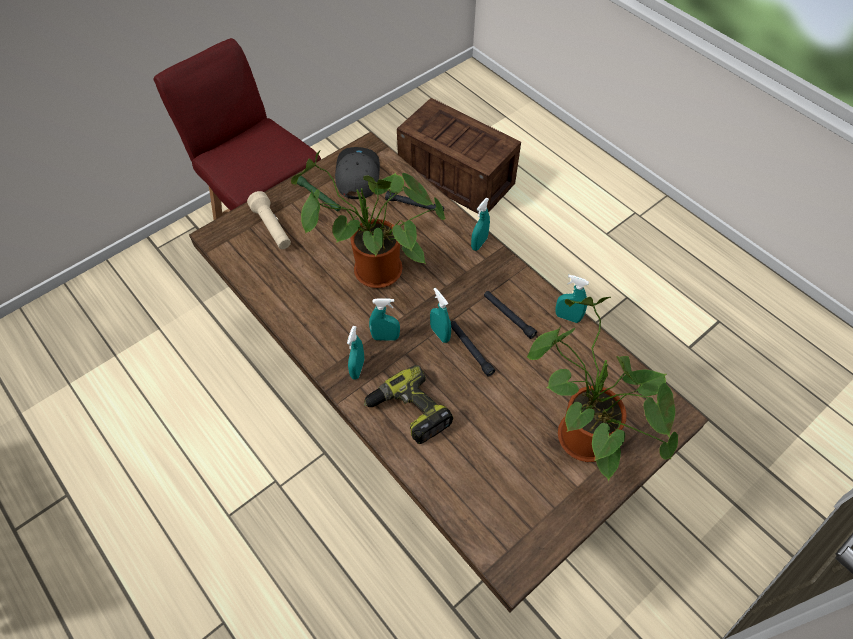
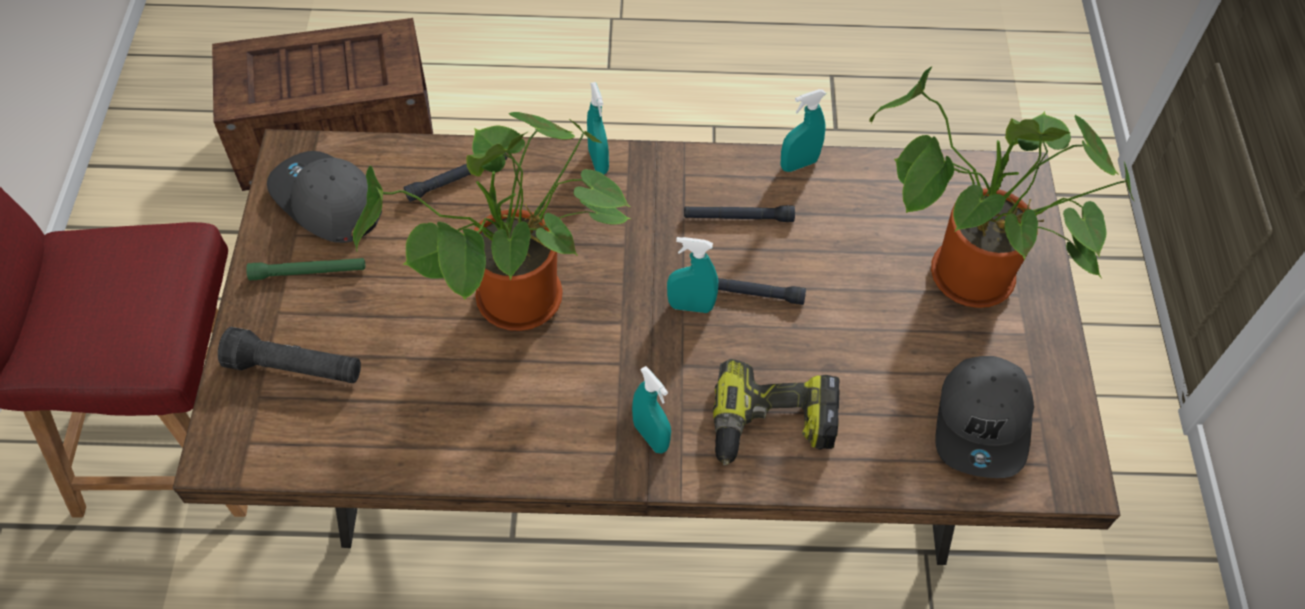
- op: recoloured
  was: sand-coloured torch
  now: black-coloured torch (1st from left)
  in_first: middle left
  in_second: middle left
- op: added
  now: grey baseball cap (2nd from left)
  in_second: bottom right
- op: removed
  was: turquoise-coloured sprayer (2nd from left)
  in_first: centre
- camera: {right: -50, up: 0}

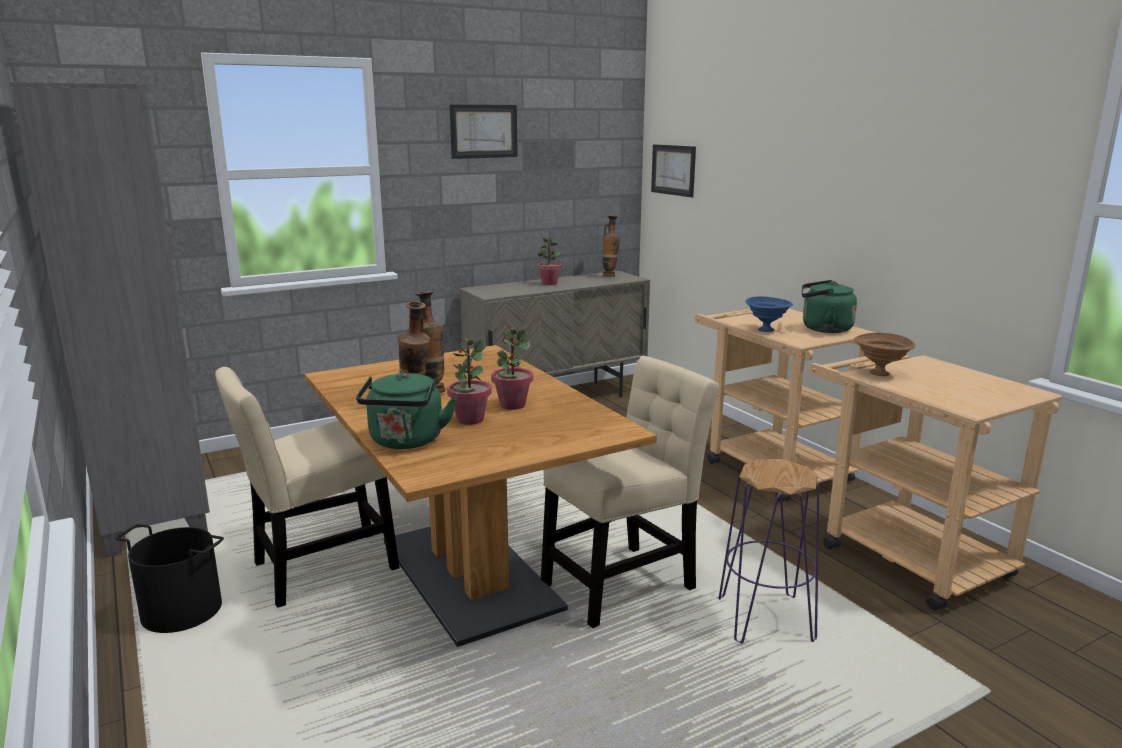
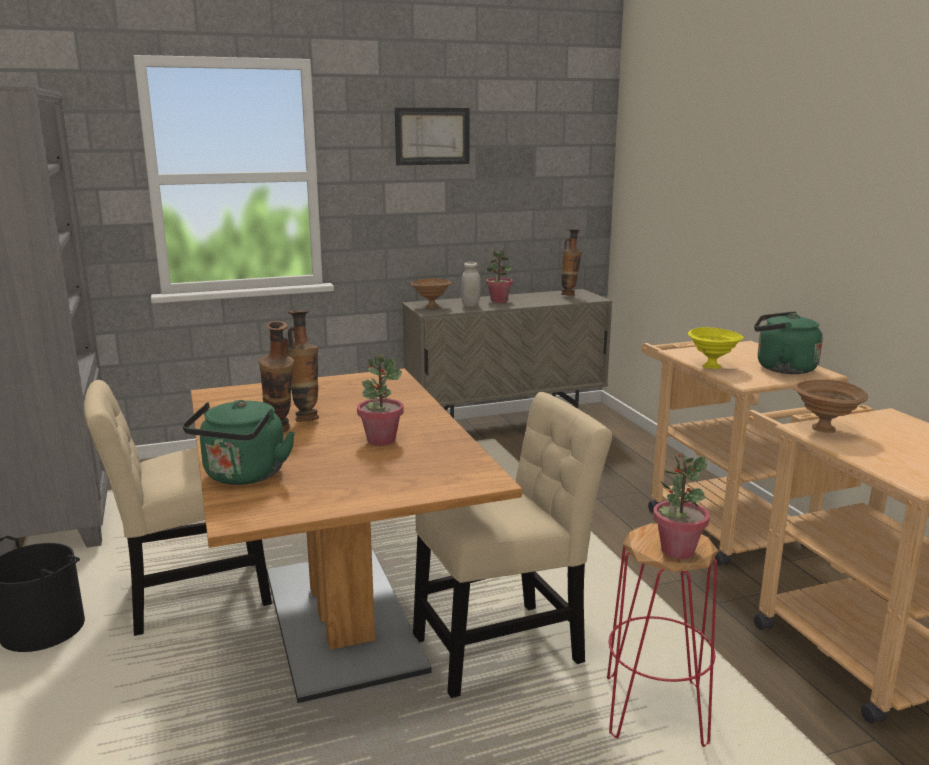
- op: added
  now: brown serving bowl (1st from left)
  in_second: centre
- op: added
  now: white jar
  in_second: centre
- op: recoloured
  was: purple stool seat
  now: red-coloured stool seat
  in_first: bottom right
  in_second: bottom right
- op: moved
  was: plant in a pot (1st from left in the first image)
  now: plant in a pot (3rd from left)
  in_first: centre
  in_second: middle right
- op: recoloured
  was: blue serving bowl
  now: yellowish serving bowl
  in_first: middle right
  in_second: middle right
- op: removed
  was: wall art (2nd from left)
  in_first: top centre
- camera: {right: 10, up: 0}

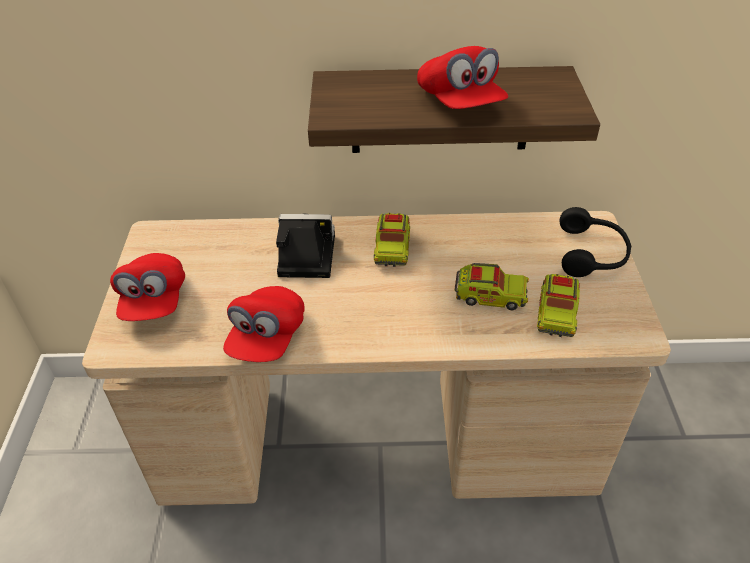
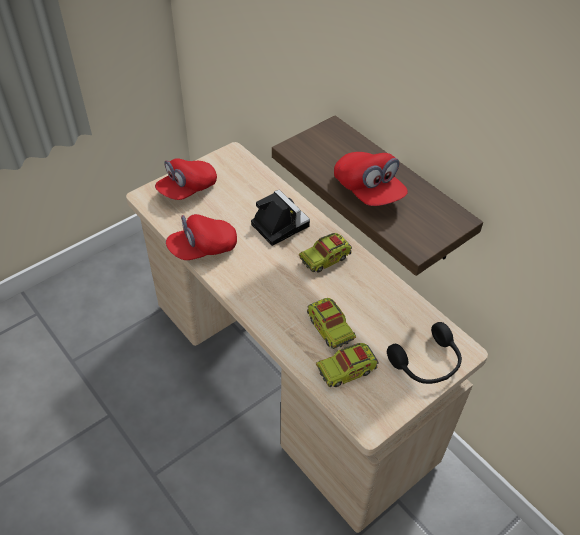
- op: turned
  was: red-coloured baseball cap (3rd from left)
  in_first: top centre
  in_second: centre
  clockwise: -60
- camera: {right: 50, up: 5}

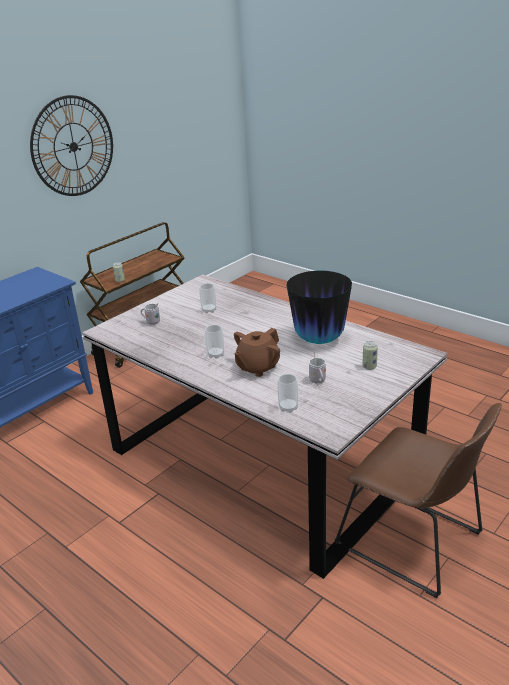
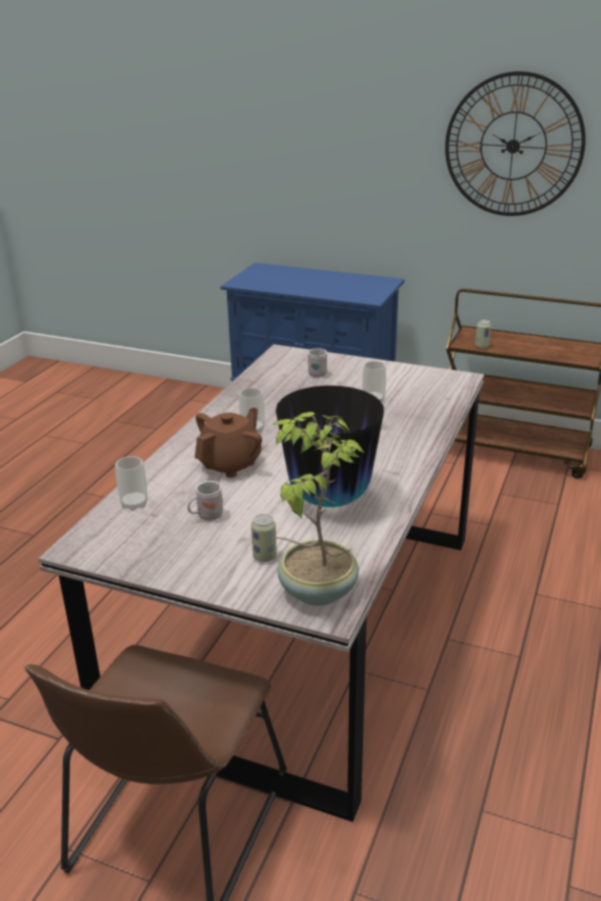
- op: turned
  was: brown pot for tea
  in_first: centre
  in_second: centre
  clockwise: 105
- op: added
  now: plant in a pot
  in_second: centre
- camera: {right: 70, up: 0}

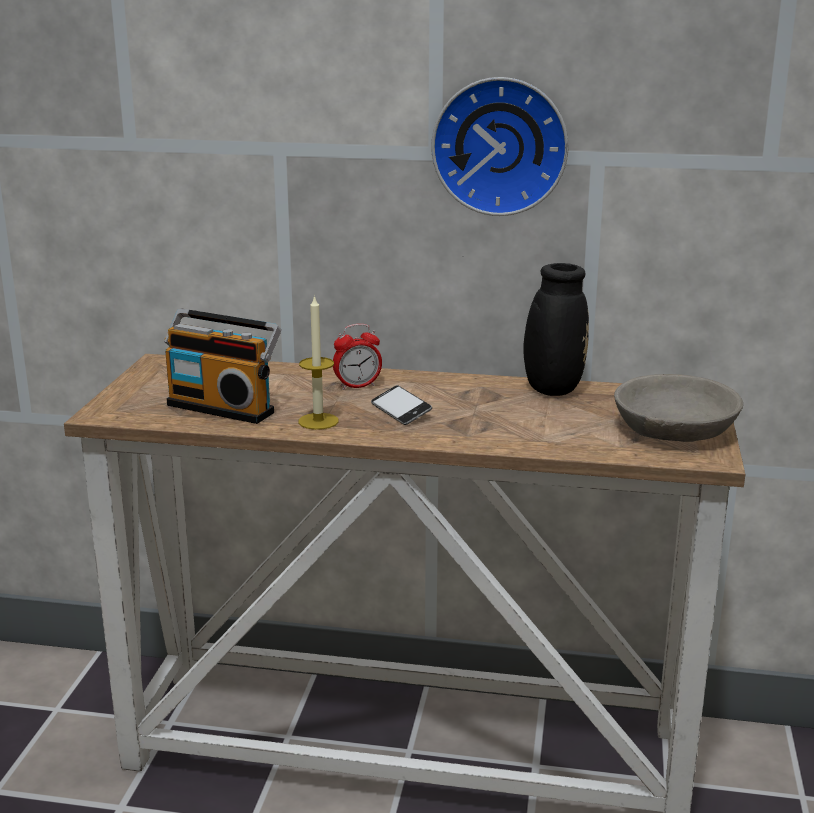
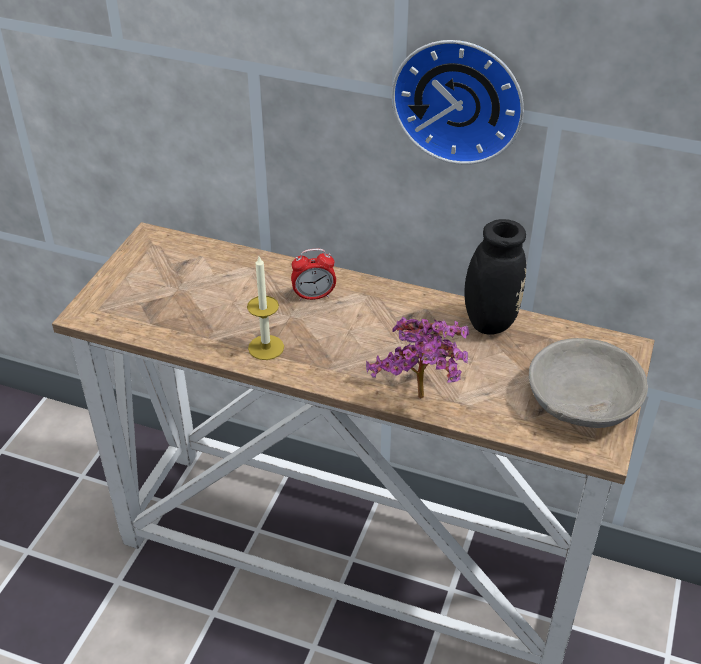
- op: added
  now: plant in a pot
  in_second: centre
- op: removed
  was: radio receiver
  in_first: middle left
- op: removed
  was: telephone
  in_first: centre
- camera: {right: 10, up: 20}

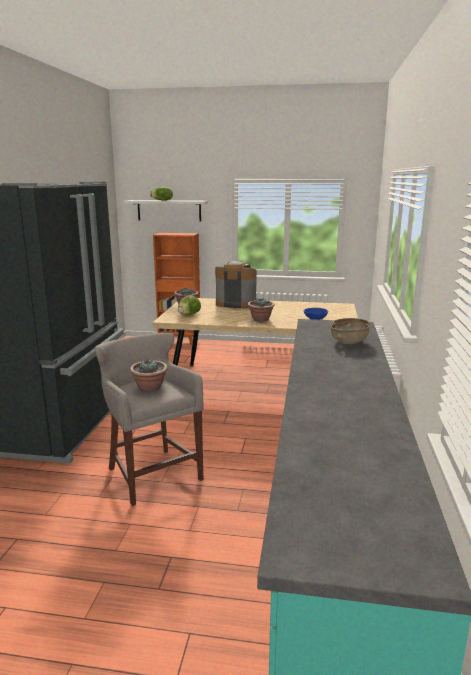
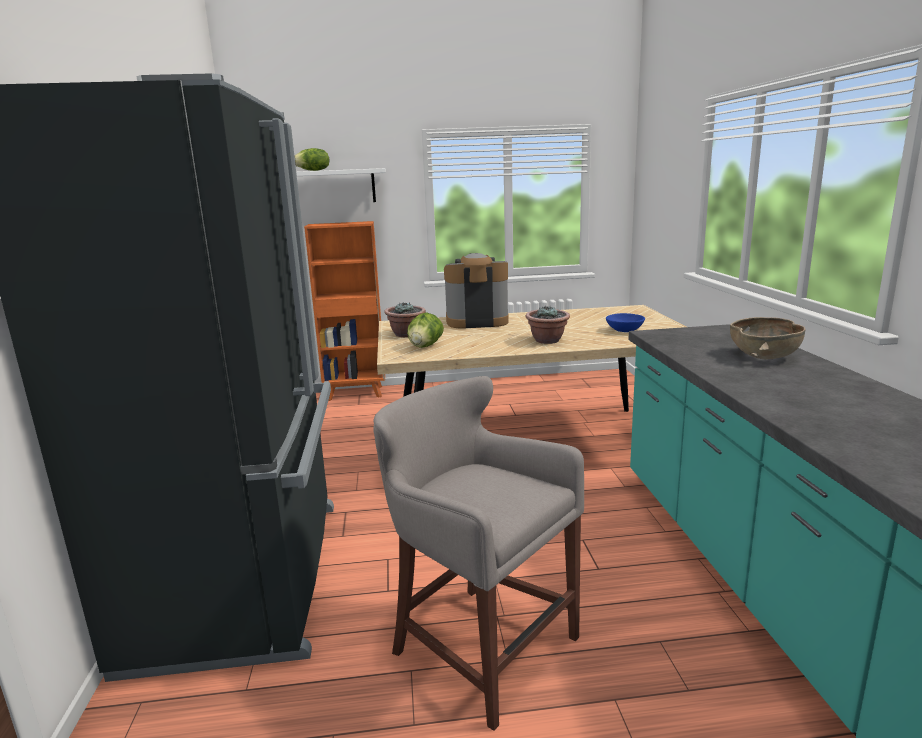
- op: removed
  was: plant in a pot (1st from left)
  in_first: middle left
- camera: {right: -15, up: 0}

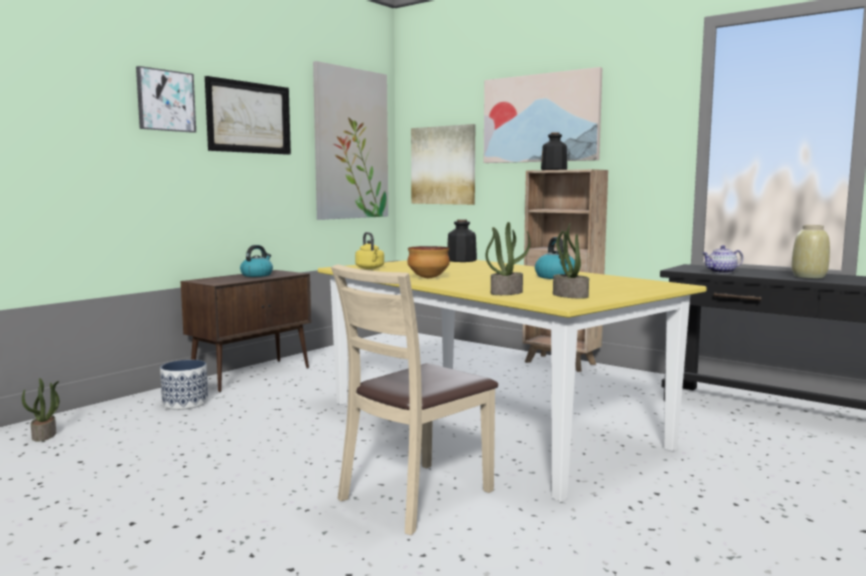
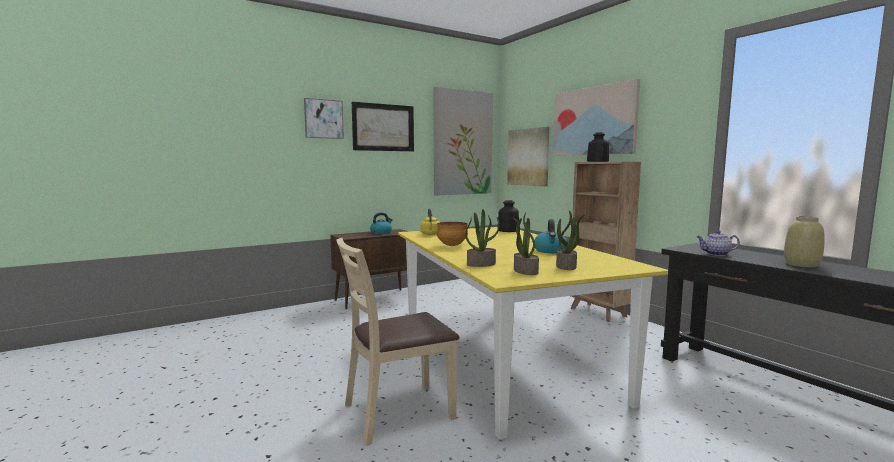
- op: moved
  was: plant in a pot (1st from left in the first image)
  now: plant in a pot (3rd from left)
  in_first: bottom left
  in_second: centre
- op: removed
  was: flower pot
  in_first: bottom left
- camera: {right: 20, up: 0}

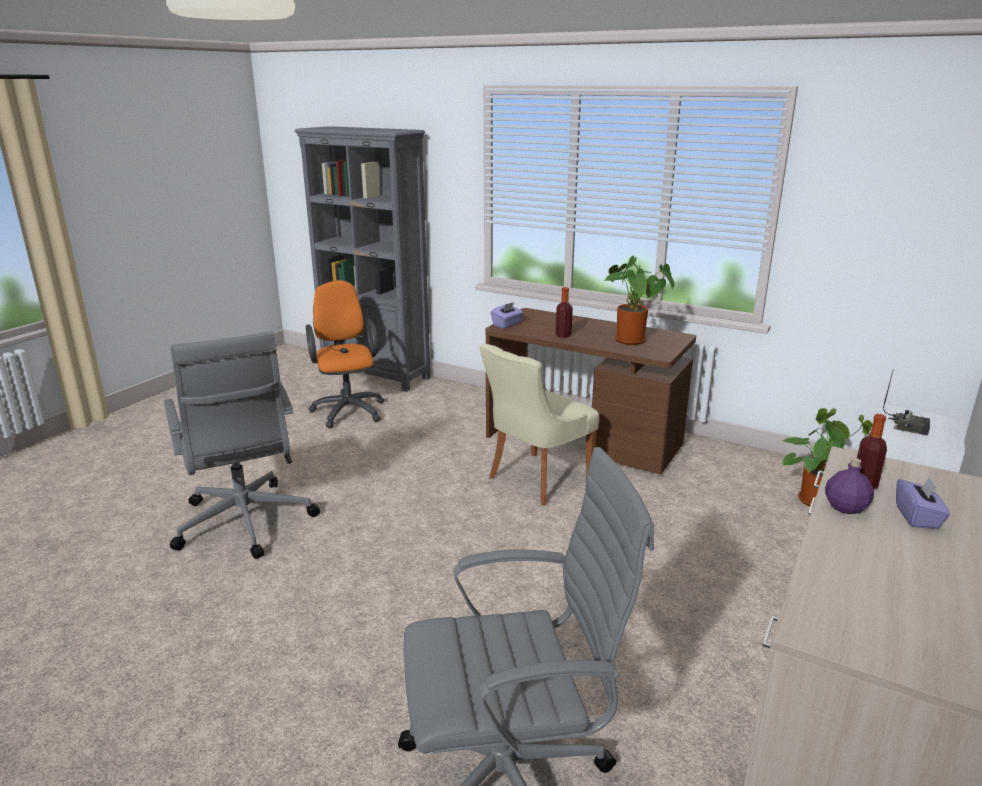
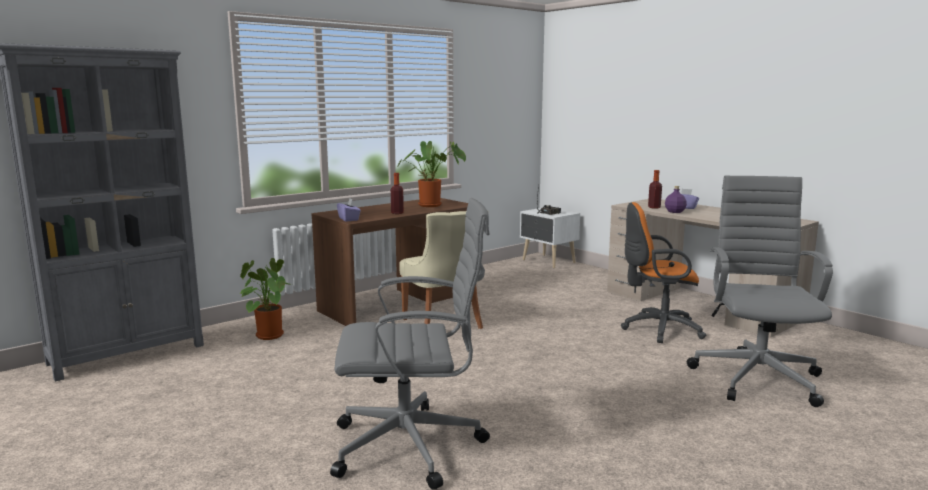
- op: moved
  was: plant in a pot (2nd from left in the first image)
  now: plant in a pot (1st from left)
  in_first: middle right
  in_second: middle left
- op: moved
  was: orange-coloured desk chair
  in_first: centre
  in_second: middle right
- camera: {right: -70, up: -10}

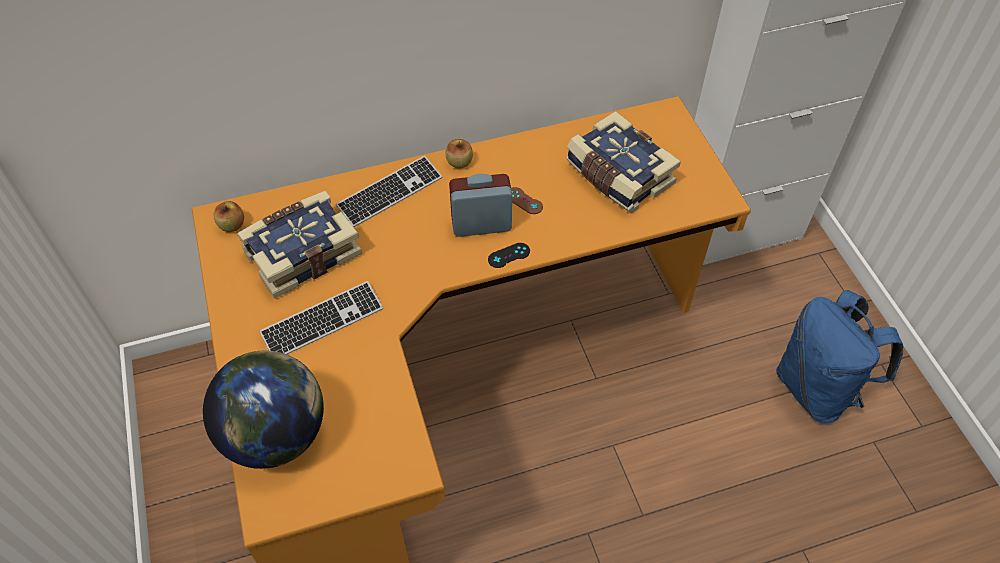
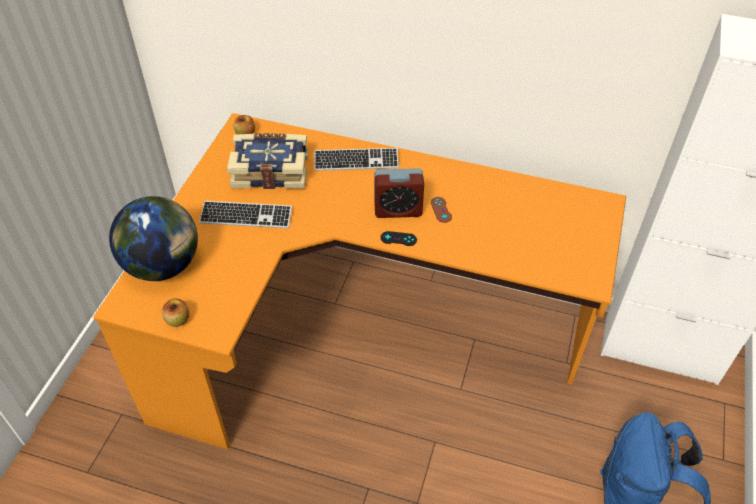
- op: moved
  was: whole apple (2nd from left in the first image)
  now: whole apple (1st from left)
  in_first: top centre
  in_second: middle left
- op: turned
  was: alarm clock
  in_first: centre
  in_second: centre
  clockwise: 150
- op: removed
  was: bound book (2nd from left)
  in_first: top centre
- camera: {right: 35, up: -5}

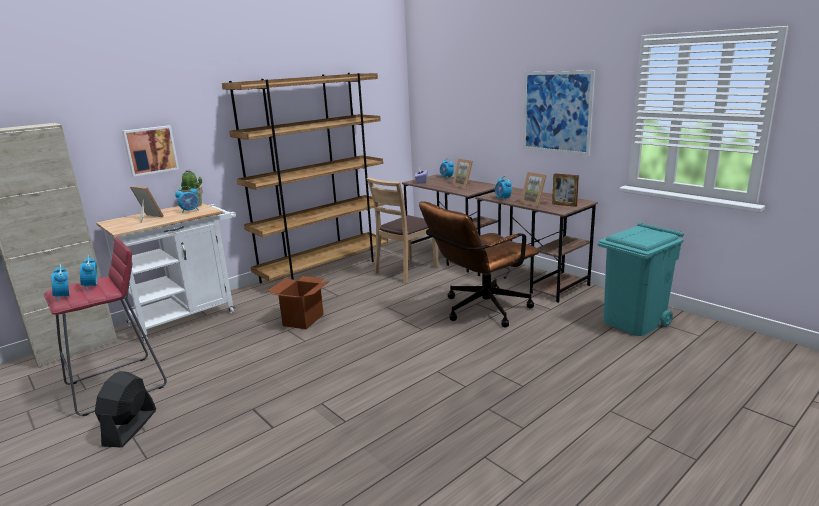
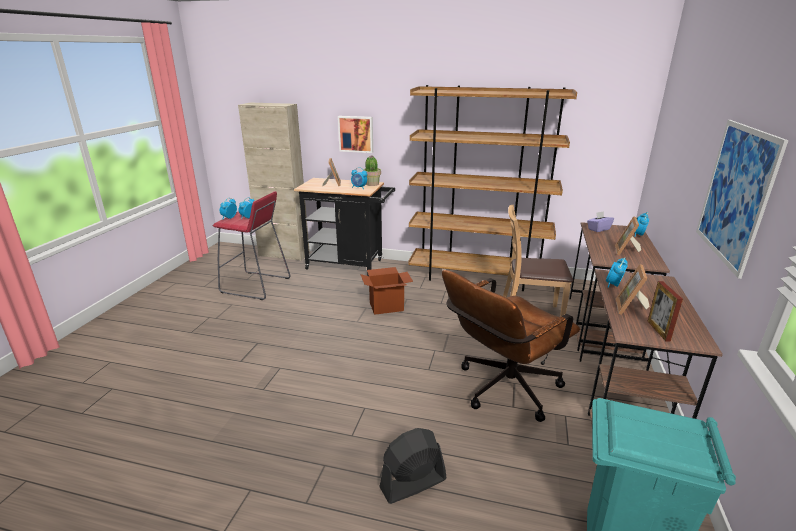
- op: recoloured
  was: white cart
  now: black-coloured cart
  in_first: middle left
  in_second: centre
- op: moved
  was: black-coloured cooling fan
  in_first: bottom left
  in_second: bottom centre
- op: turned
  was: brown desk chair
  in_first: centre
  in_second: centre
  clockwise: -60
- camera: {right: 55, up: 5}

